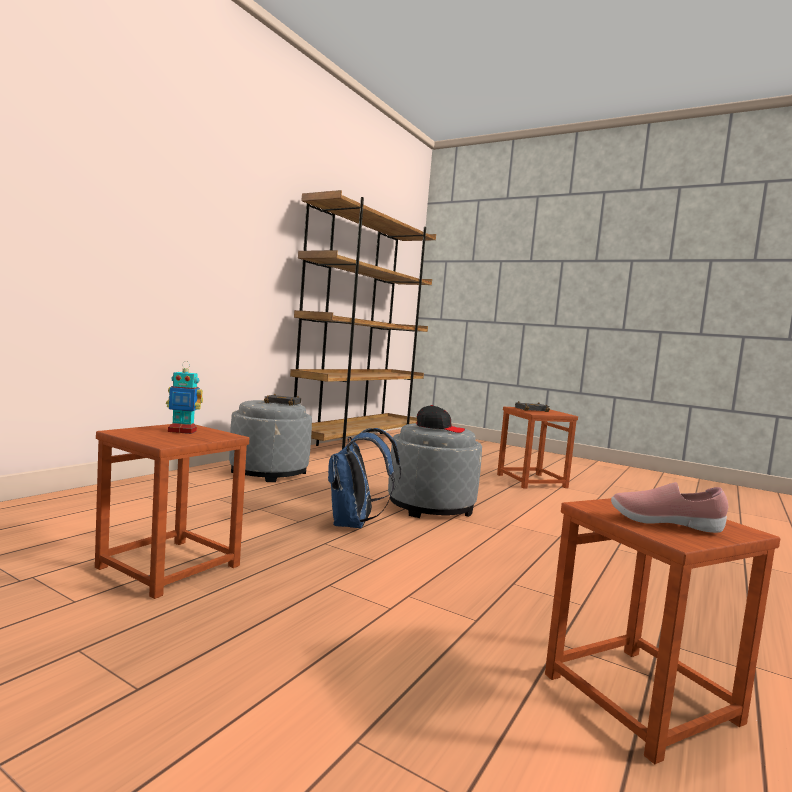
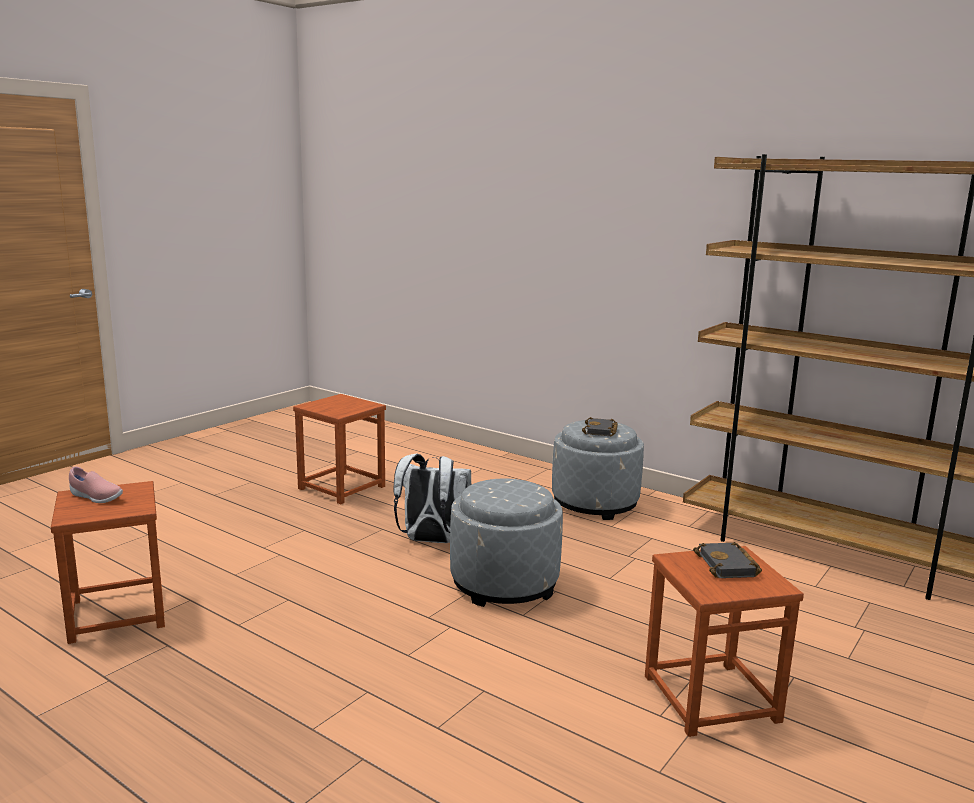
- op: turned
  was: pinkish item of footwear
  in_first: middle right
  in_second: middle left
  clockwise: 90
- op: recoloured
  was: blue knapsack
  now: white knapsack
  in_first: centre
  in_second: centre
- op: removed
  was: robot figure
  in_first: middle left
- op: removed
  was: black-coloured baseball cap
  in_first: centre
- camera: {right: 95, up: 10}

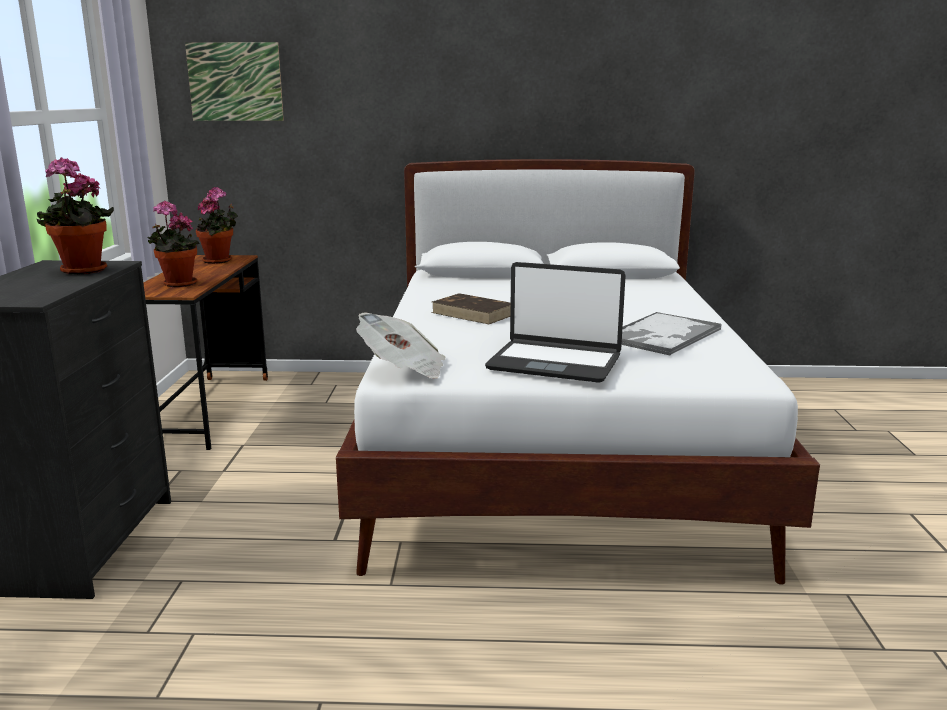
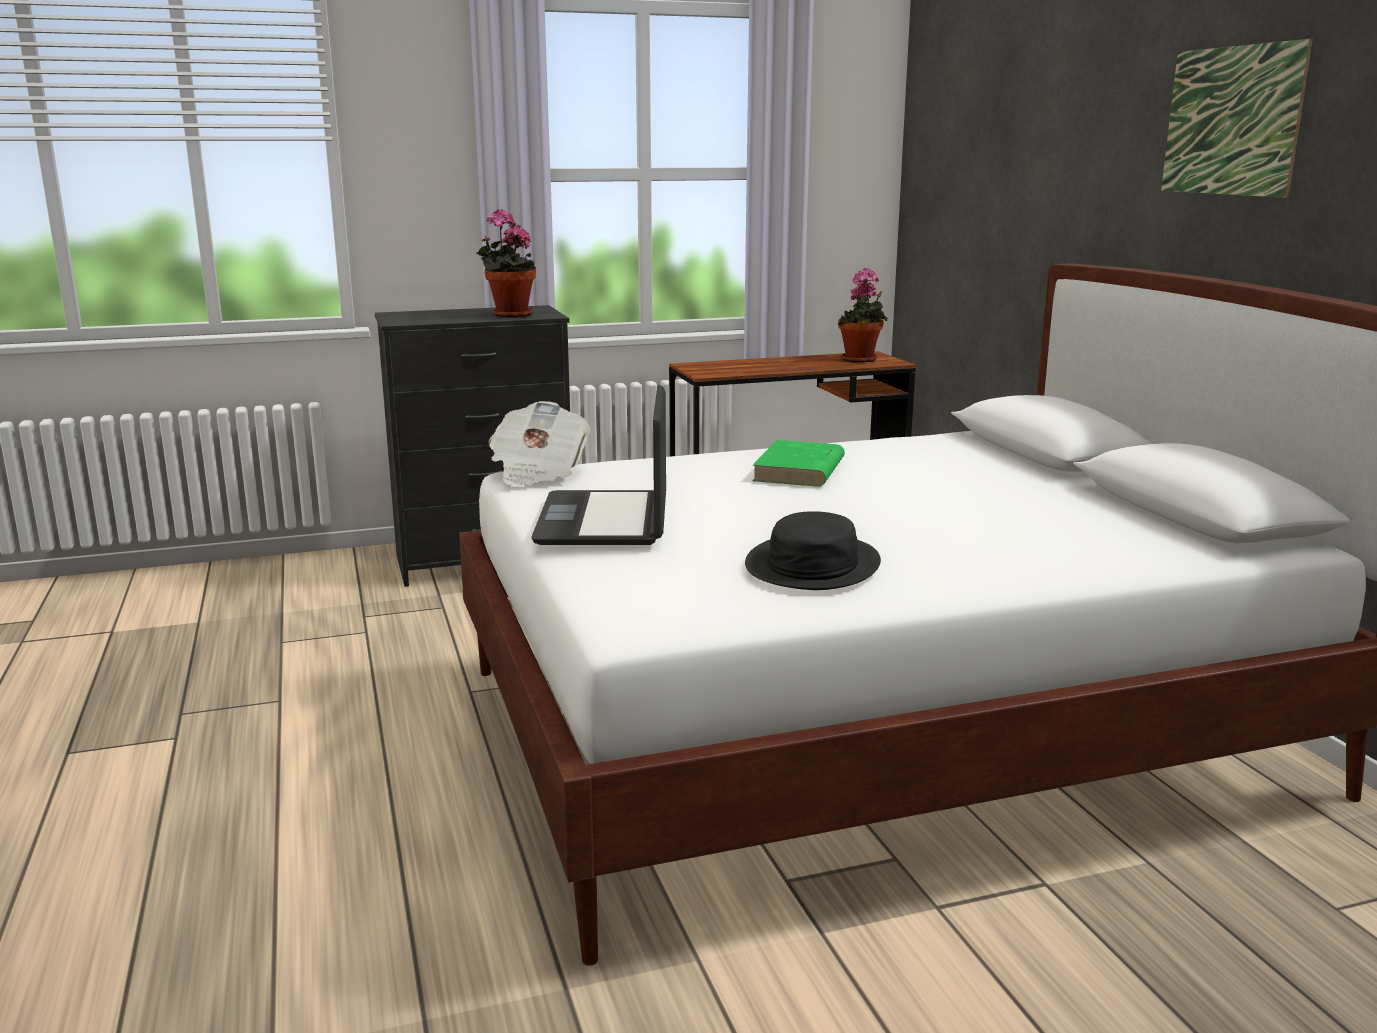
- op: replaced
  was: carrying tray
  now: black-coloured hat
  in_first: middle right
  in_second: centre
- op: recoloured
  was: brown bound book
  now: green bound book
  in_first: centre
  in_second: centre
- op: moved
  was: wall art
  in_first: top left
  in_second: top right
- op: removed
  was: plant in a pot (2nd from left)
  in_first: middle left
- camera: {right: 70, up: 0}

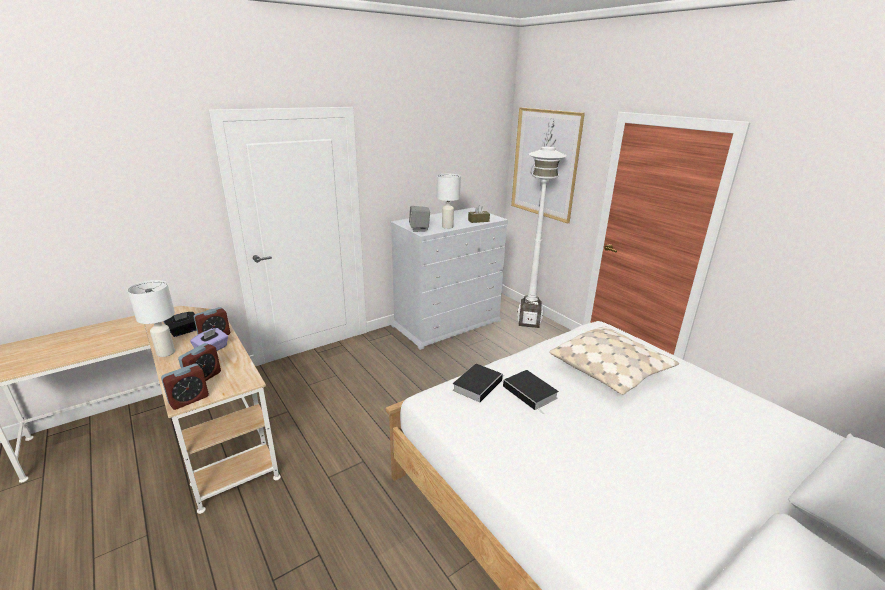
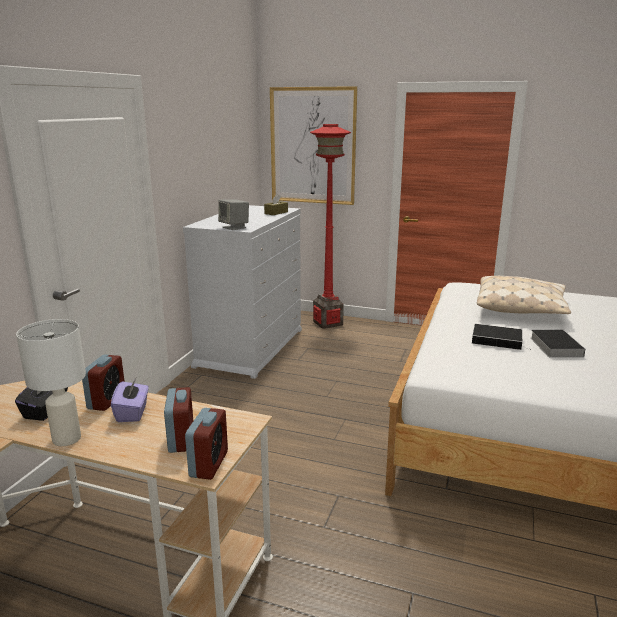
- op: recoloured
  was: white floor lamp
  now: red-coloured floor lamp
  in_first: centre
  in_second: centre
- op: moved
  was: bound book (1st from left in the first image)
  now: bound book (2nd from left)
  in_first: centre
  in_second: middle right
- op: removed
  was: white lamp for a table (2nd from left)
  in_first: centre
- camera: {right: -35, up: -5}

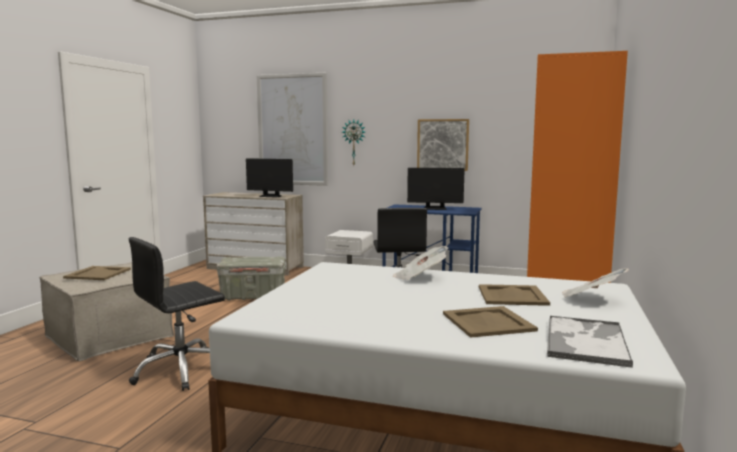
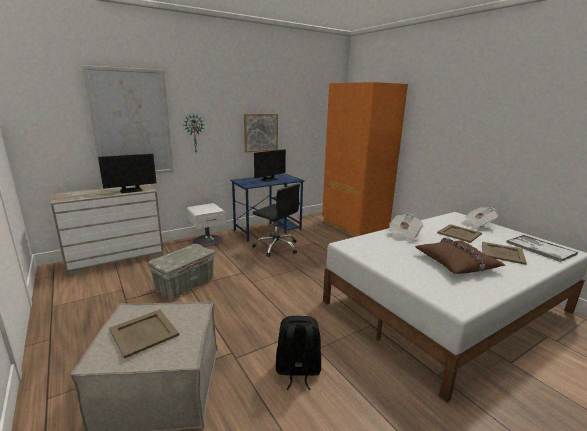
- op: replaced
  was: black-coloured desk chair (1st from left)
  now: black-coloured knapsack
  in_first: bottom left
  in_second: bottom centre
- op: added
  now: brown throw pillow
  in_second: middle right
- camera: {right: -50, up: 10}

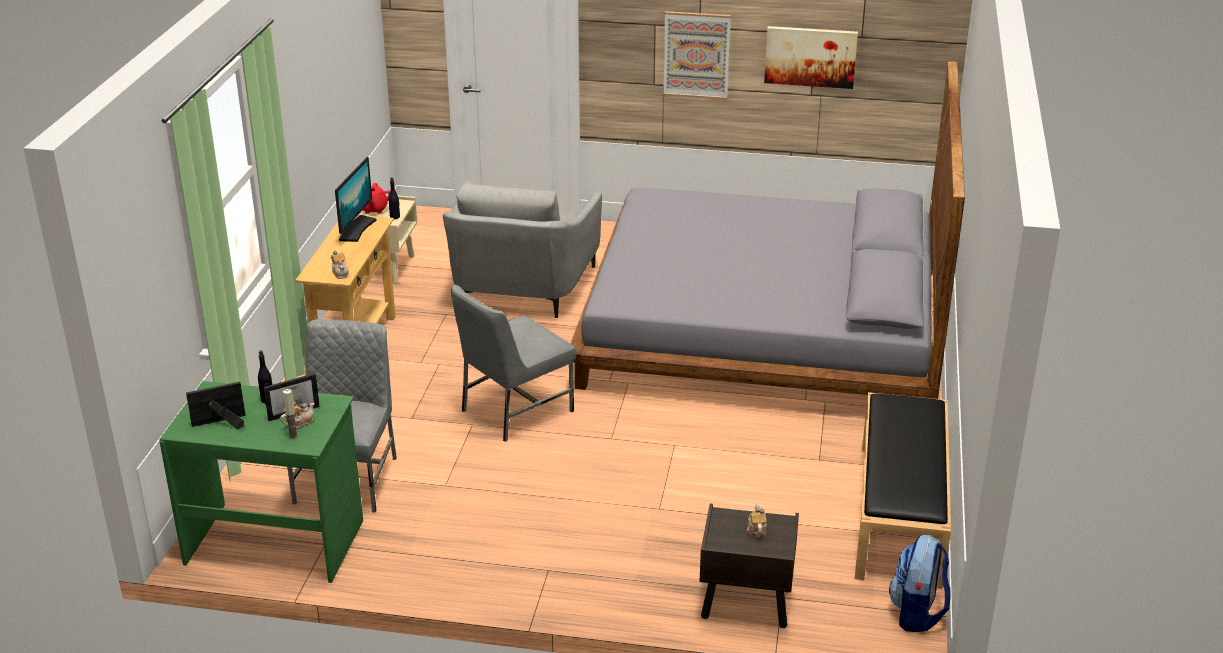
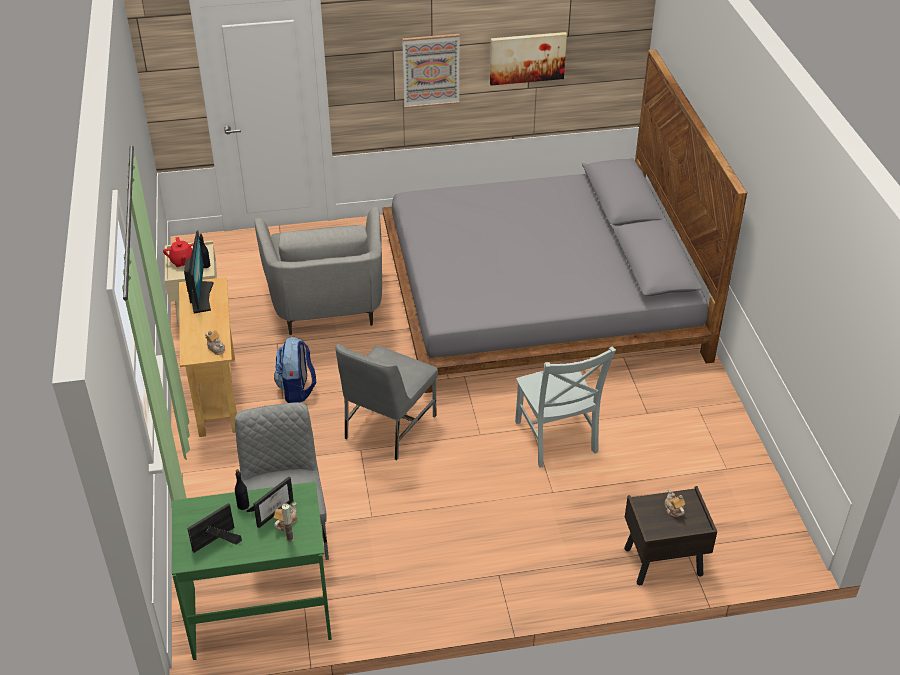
- op: moved
  was: knapsack
  in_first: bottom right
  in_second: middle left
- op: added
  now: grey upright chair (3rd from left)
  in_second: centre
- op: removed
  was: black-coloured long seat
  in_first: bottom right
- camera: {right: -20, up: 10}

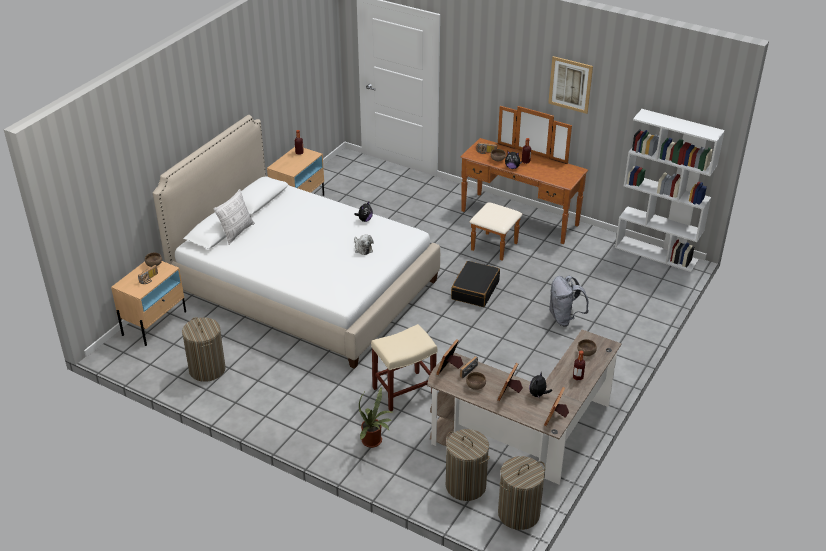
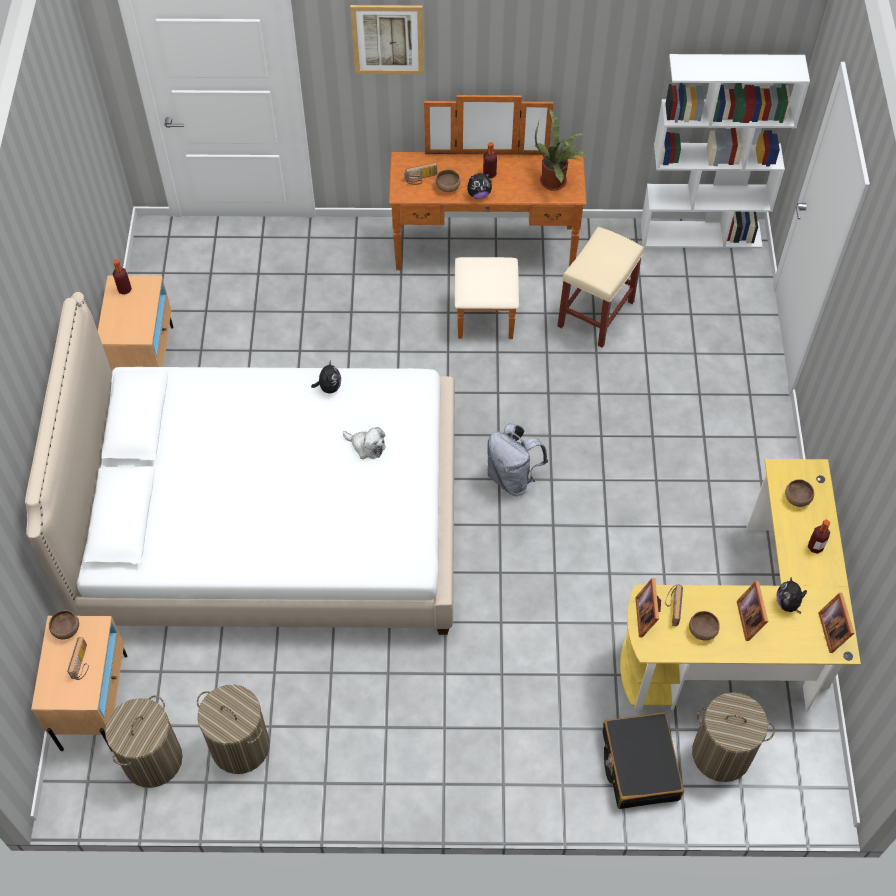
- op: moved
  was: washing basket (3rd from left in the first image)
  now: washing basket (1st from left)
  in_first: bottom centre
  in_second: bottom left
- op: moved
  was: wall art
  in_first: top right
  in_second: top centre
- op: moved
  was: grey knapsack
  in_first: middle right
  in_second: centre
- op: moved
  was: plant in a pot
  in_first: bottom centre
  in_second: top centre
- op: moved
  was: sand-coloured stool seat
  in_first: centre
  in_second: top right
- op: moved
  was: black-coloured travel case
  in_first: centre
  in_second: bottom right
- op: recoloured
  was: brown desk
  now: yellowish desk
  in_first: bottom centre
  in_second: middle right
- op: removed
  was: throw pillow
  in_first: middle left
- camera: {right: -30, up: 20}

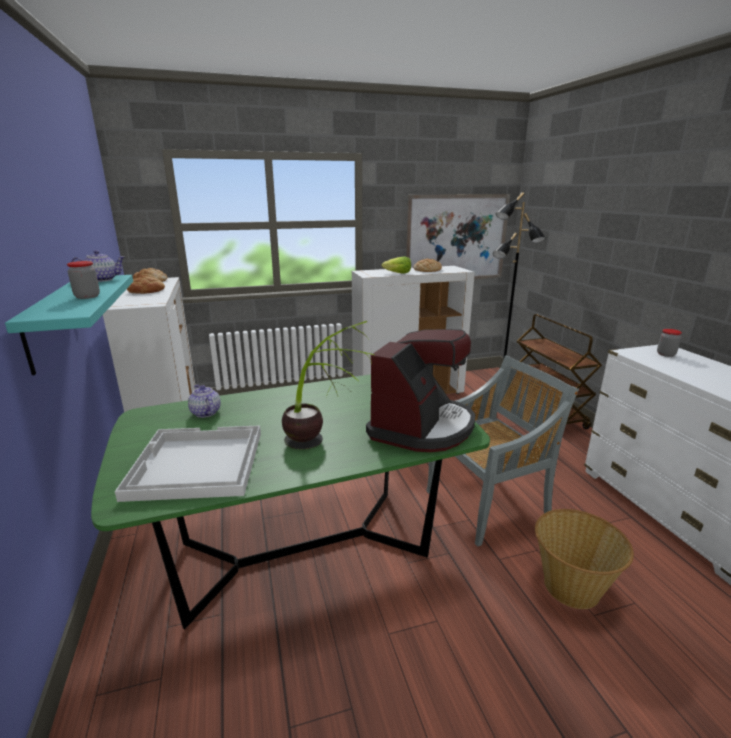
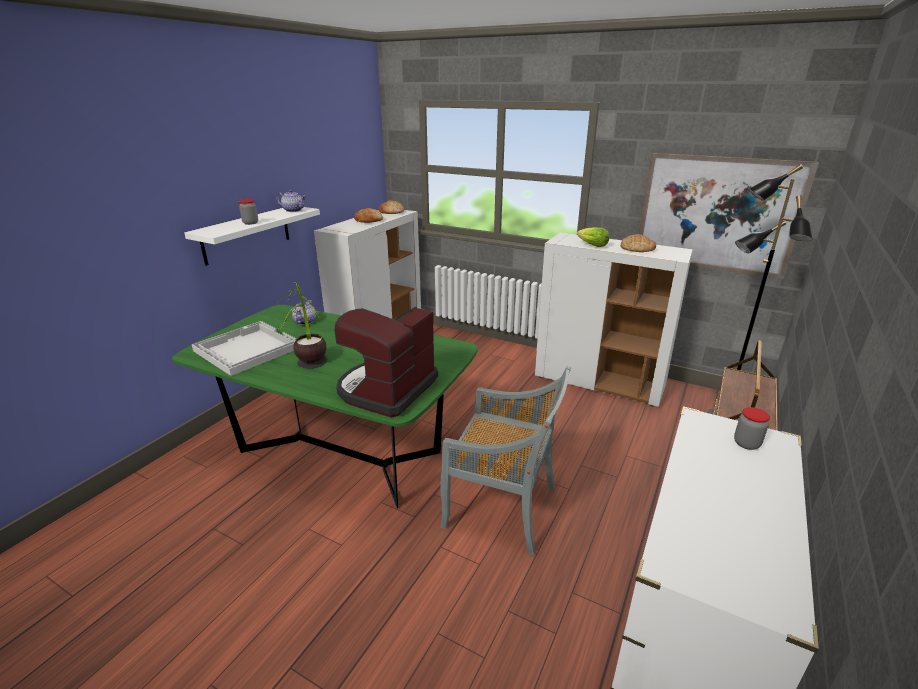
- op: recoloured
  was: turquoise-coloured bracket shelf
  now: white bracket shelf
  in_first: middle left
  in_second: middle left
- op: turned
  was: coffee brewer
  in_first: centre
  in_second: centre
  clockwise: 135
- op: removed
  was: household basket
  in_first: bottom right
- camera: {right: 45, up: 5}

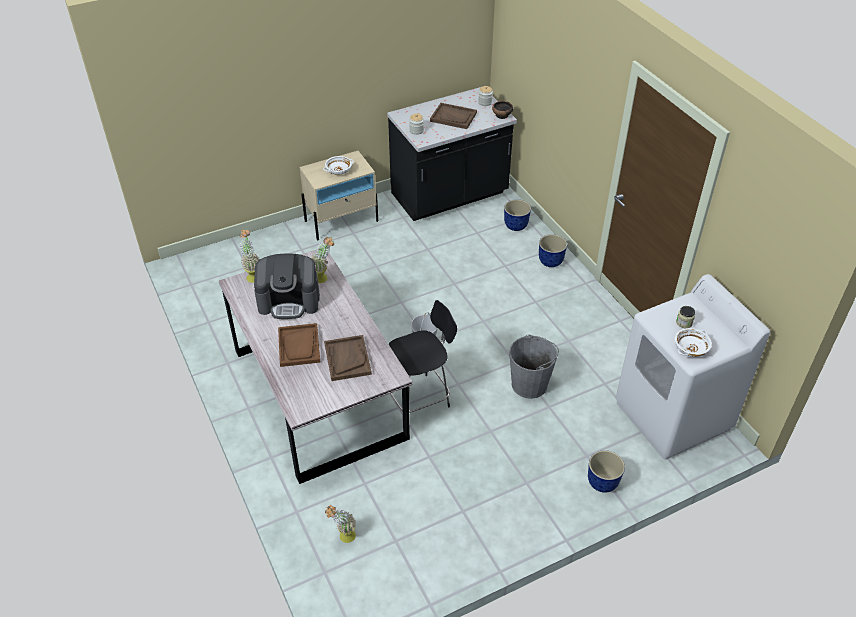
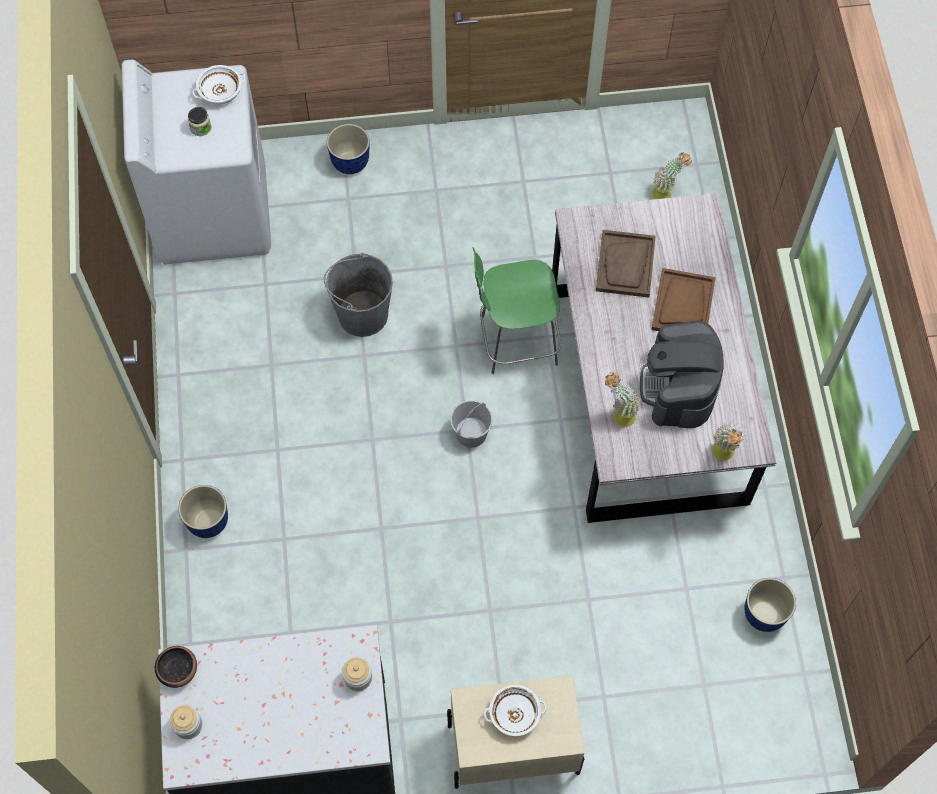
- op: recoloured
  was: black-coloured upright chair
  now: green upright chair
  in_first: centre
  in_second: centre
- op: turned
  was: coffee brewer
  in_first: centre
  in_second: middle right
  clockwise: -105
- op: moved
  was: flower pot (1st from left in the first image)
  now: flower pot (3rd from left)
  in_first: centre
  in_second: bottom right
- op: removed
  was: brown carrying tray (3rd from left)
  in_first: top centre
- camera: {right: -160, up: 20}

